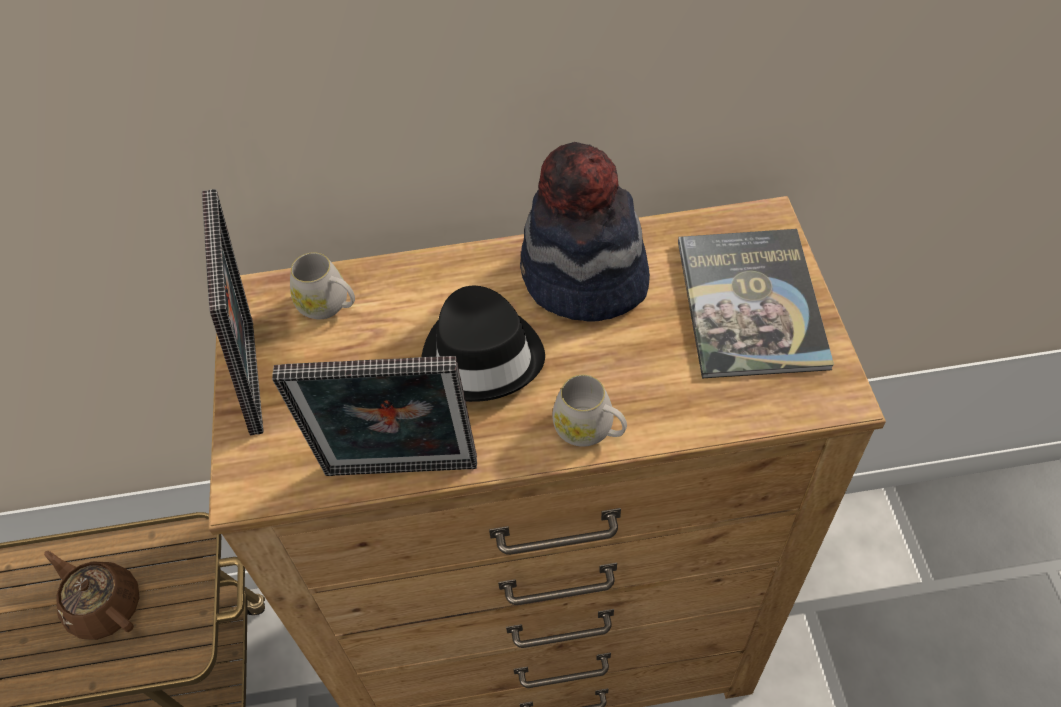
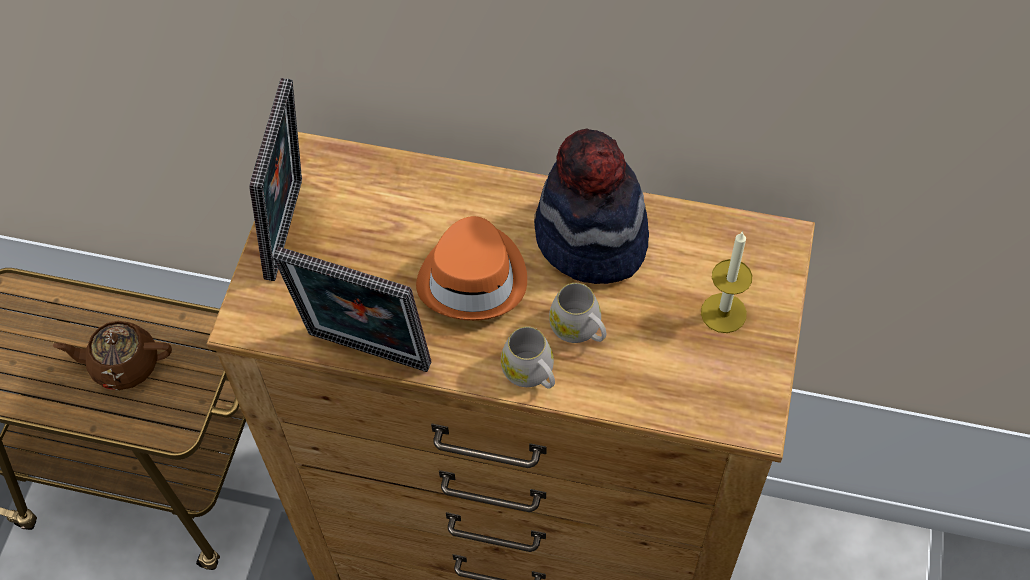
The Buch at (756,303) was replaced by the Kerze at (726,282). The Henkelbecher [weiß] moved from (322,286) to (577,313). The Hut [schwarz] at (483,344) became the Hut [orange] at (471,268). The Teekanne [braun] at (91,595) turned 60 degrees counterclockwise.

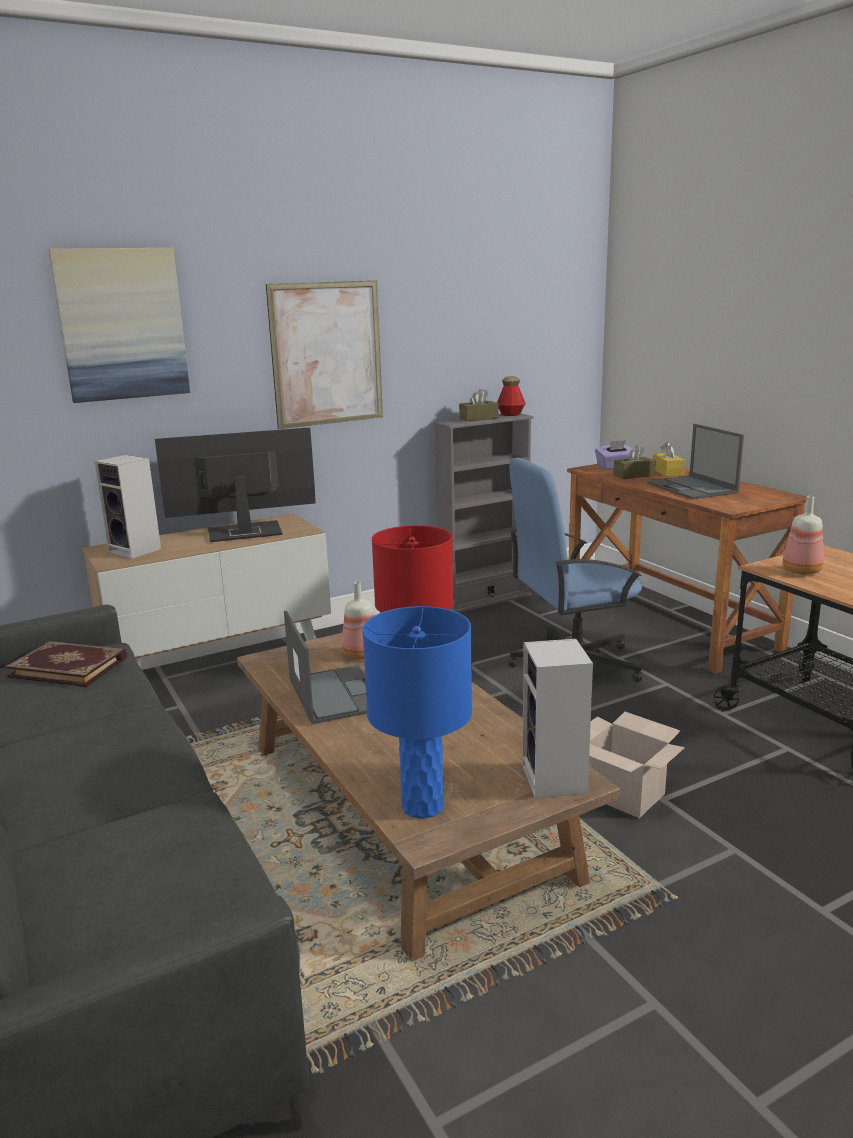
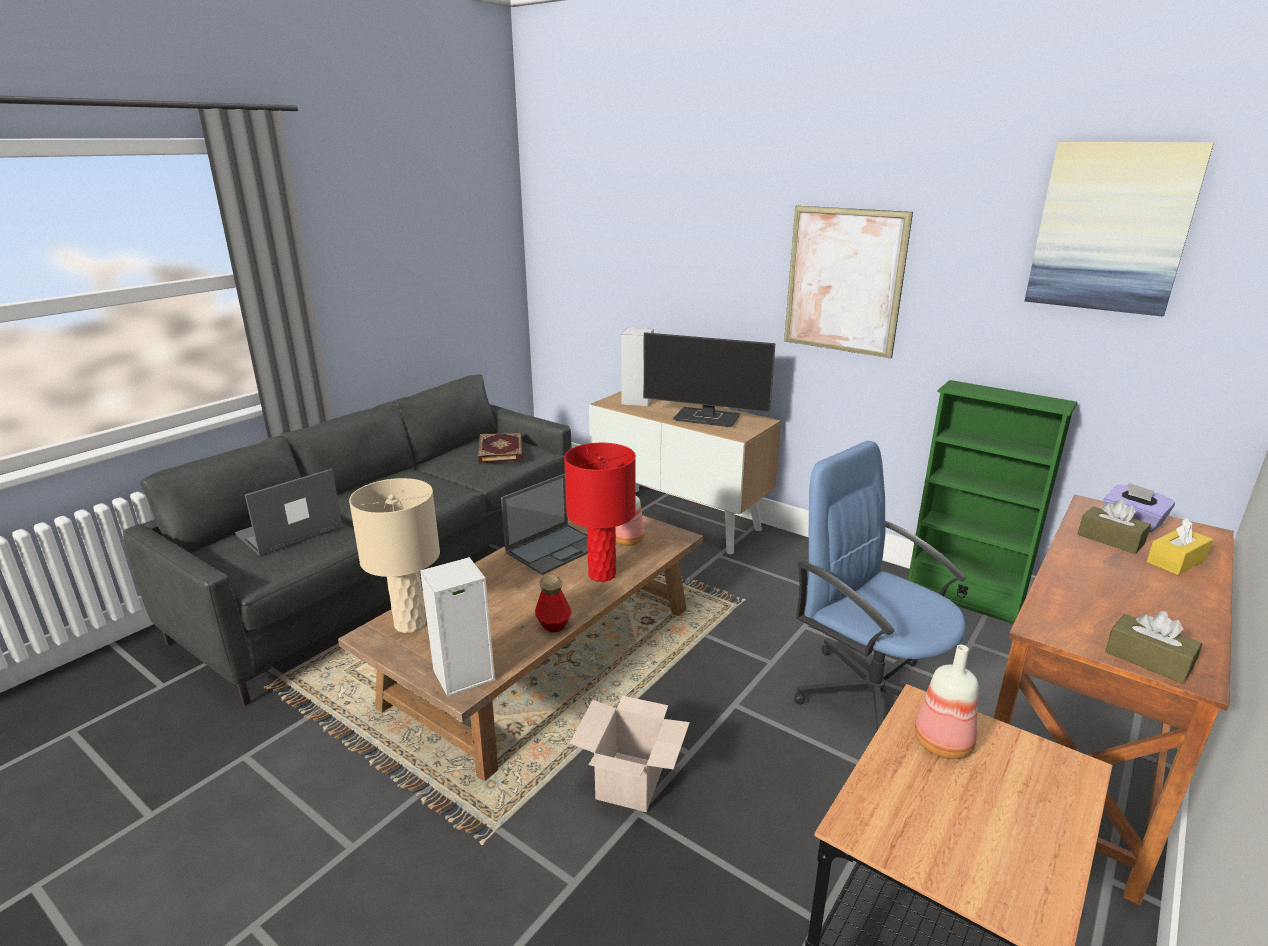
The Bild moved from (119,325) to (1119,229). The Flasche moved from (511,396) to (553,603). The Taschentuchbox [braun] moved from (478,404) to (1153,647). The Bücherregal [grau] at (483,513) became the Bücherregal [grün] at (992,502). The Laptop moved from (695,461) to (289,512). The Monitor at (235,484) turned 150 degrees clockwise. The Tischlampe [blau] at (417,712) became the Tischlampe [beige] at (394,555).

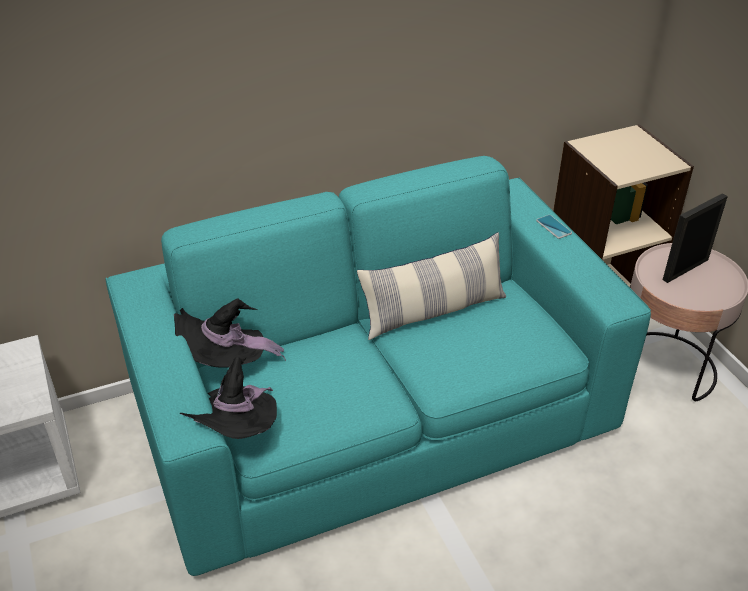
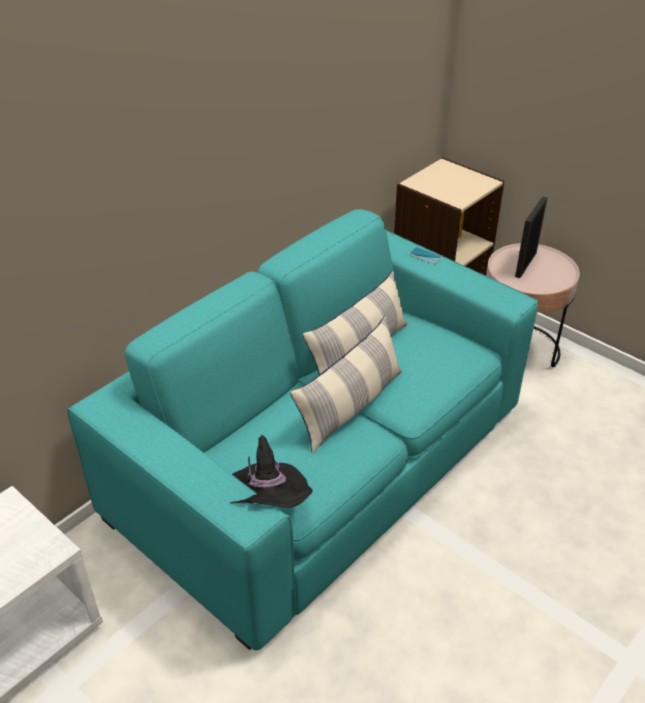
The Hut [schwarz] at (230,333) disappeared. The Kissen at (346,384) appeared.

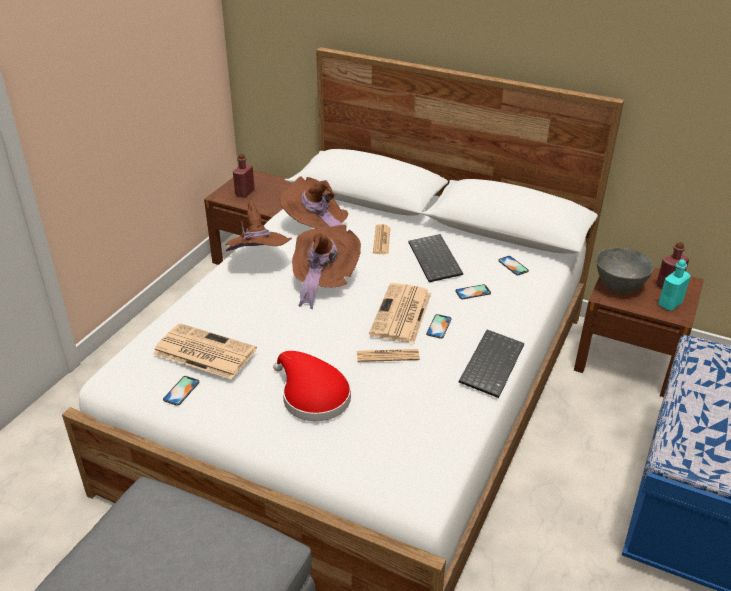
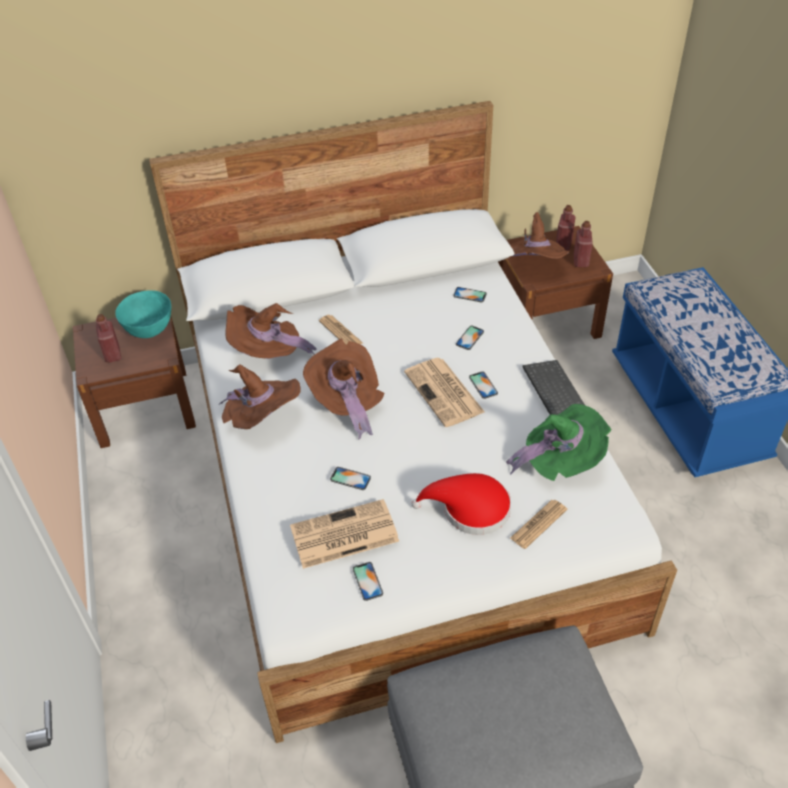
The Tastatur at (435,258) disappeared. The Schüssel [grau] at (625,270) was replaced by the Hut [braun] at (540,235). The Flasche [türkis] at (674,285) became the Flasche [rot] at (583,244). The Zeitung moved from (388,355) to (538,524). The Schüssel [türkis] at (143,314) appeared. The Hut [grün] at (559,442) appeared. The Handy at (350,478) appeared.

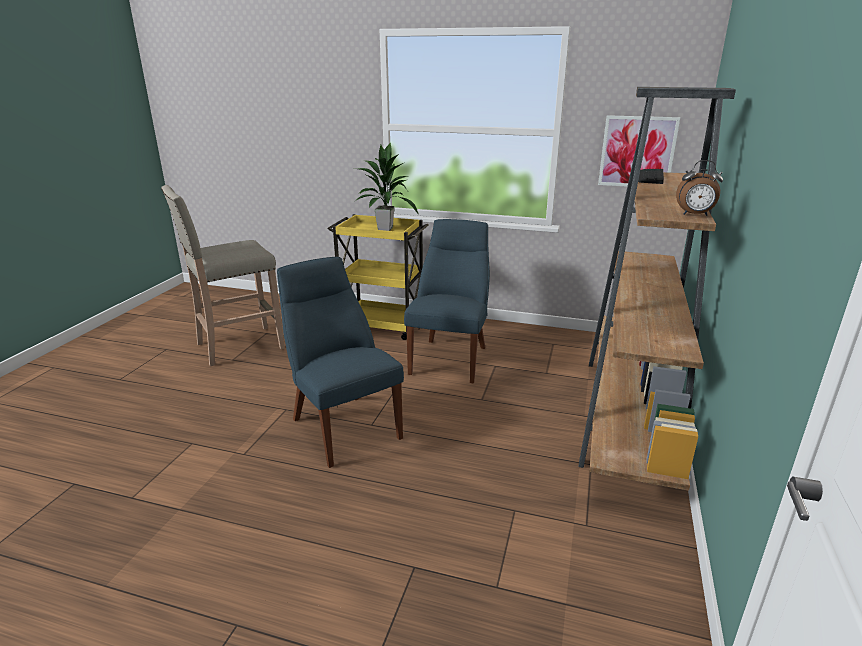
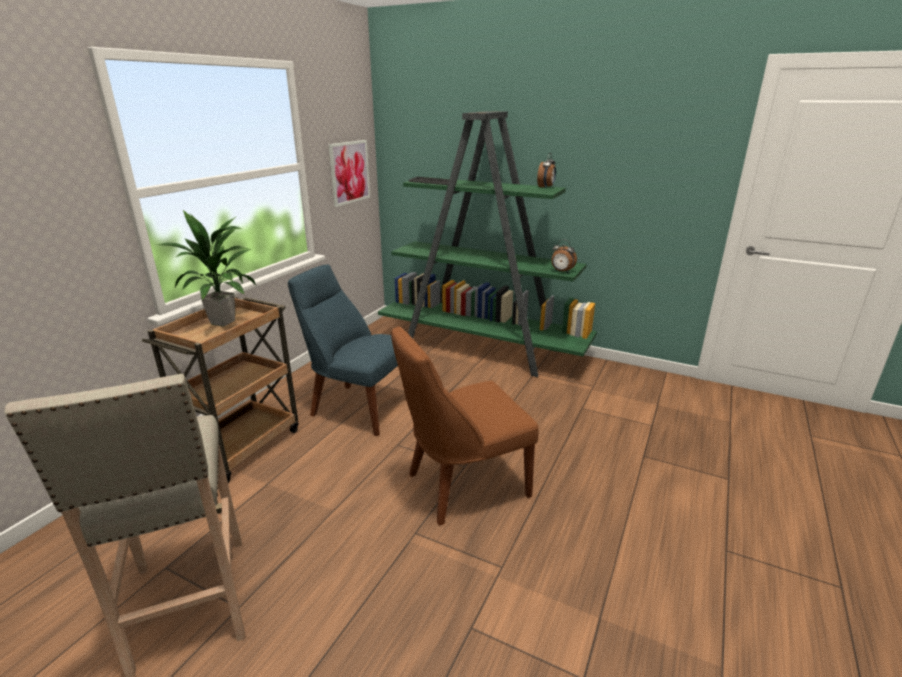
The Bücherregal [braun] at (657,289) became the Bücherregal [grün] at (487,244). The Rollwagen [gelb] at (378,277) became the Rollwagen [braun] at (220,389). The Stuhl [blau] at (340,362) became the Stuhl [braun] at (465,426). The Wecker at (564,256) appeared.

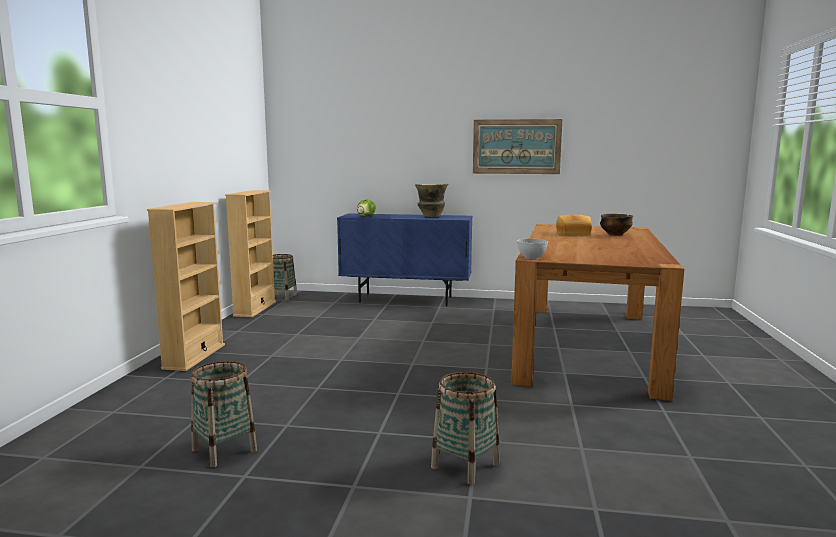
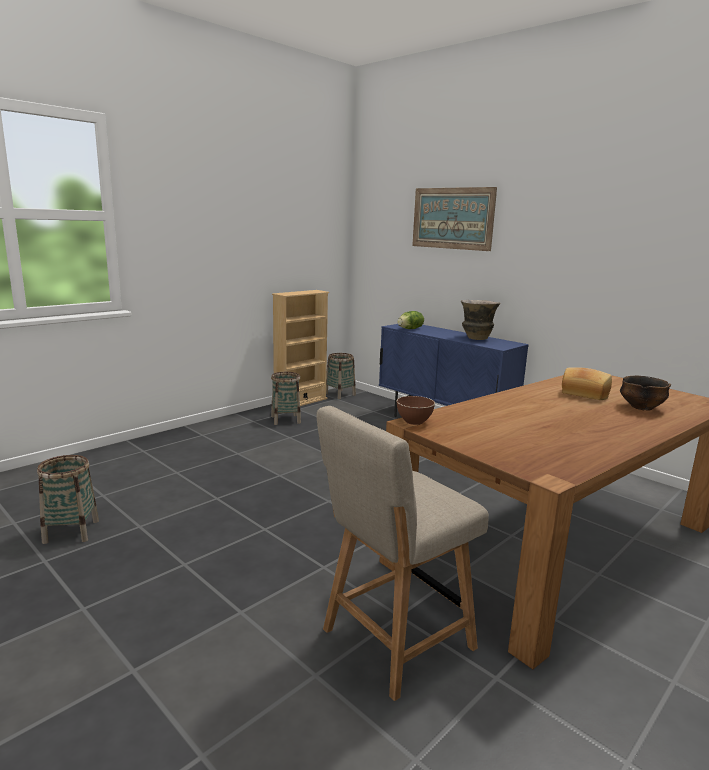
The Bild moved from (518,146) to (454,219). The Bücherregal [beige] at (186,286) disappeared. The Schüssel [grau] at (532,249) became the Schüssel [braun] at (415,410). The Korb moved from (465,428) to (286,398). The Stuhl [beige] at (402,553) appeared.

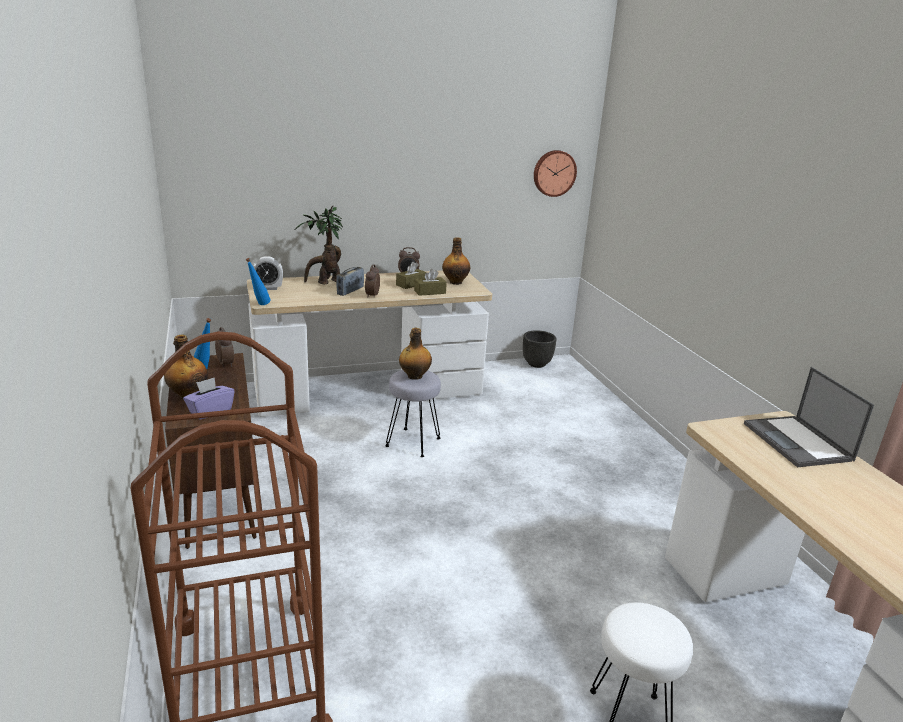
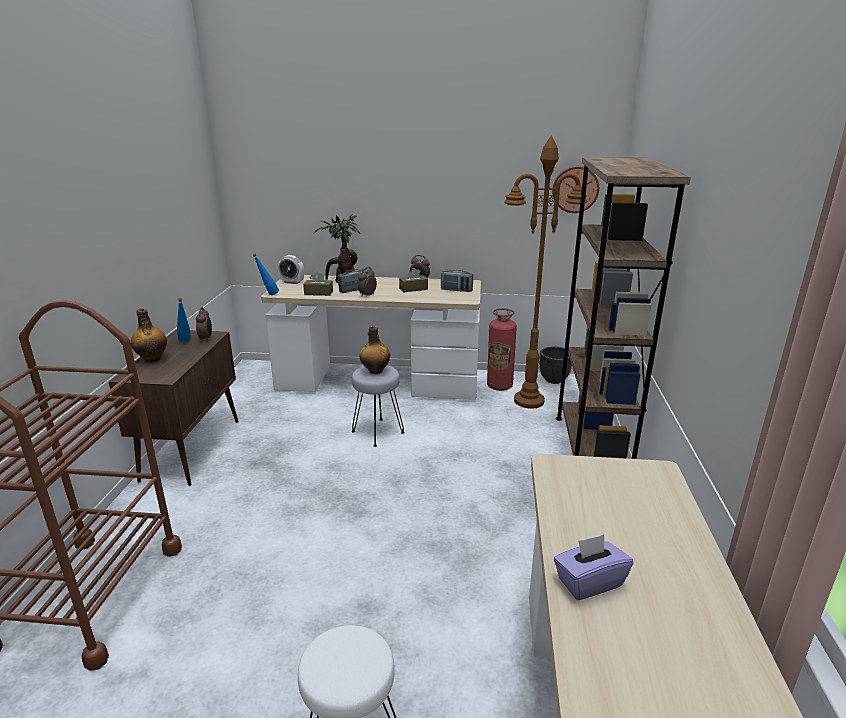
The Flasche at (456,261) was replaced by the Radio at (457,281). The Taschentuchbox [braun] moved from (430,282) to (318,284). The Laptop at (809,417) disappeared. The Taschentuchbox [lila] moved from (209,399) to (593,567). The Stehlampe [braun] at (545,272) appeared. The Bücherregal [braun] at (623,308) appeared. The Feuerlöscher at (502,349) appeared.

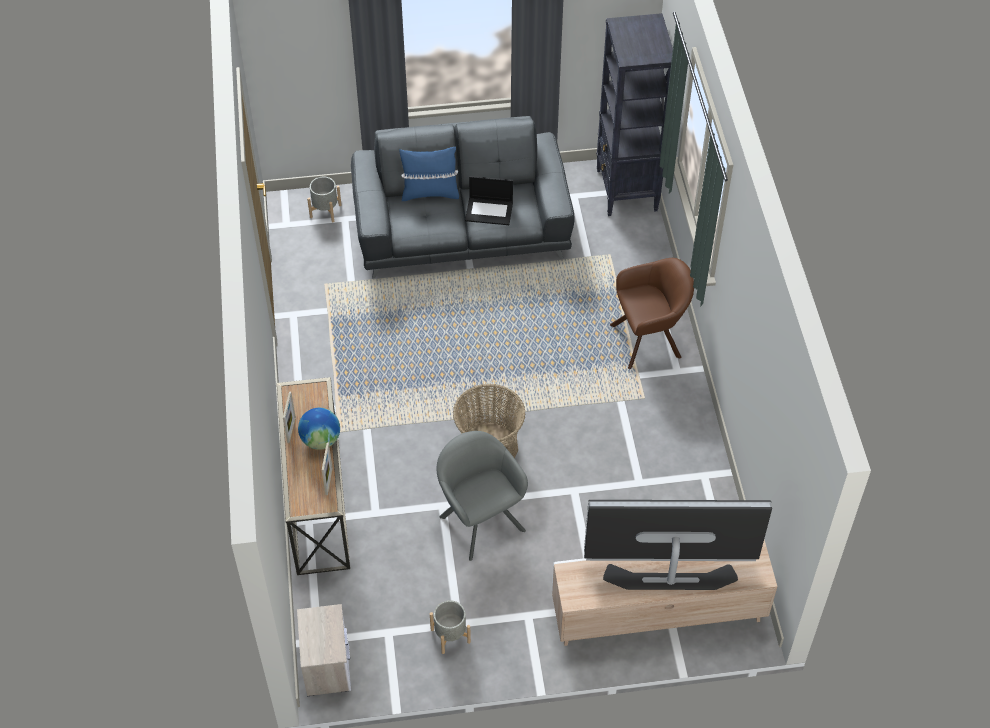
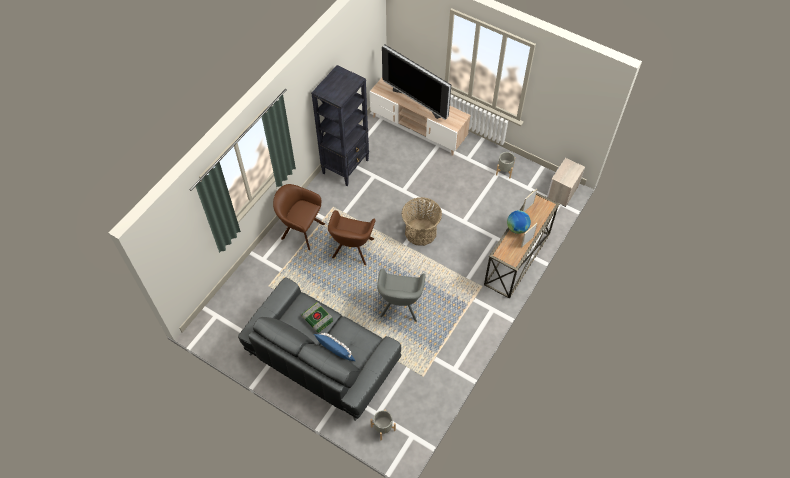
The Bücherregal [schwarz] moved from (634,114) to (340,125). The Laptop at (489,200) was replaced by the Buch at (317,317). The Sessel [grau] moved from (482,496) to (401,295). The Sessel [braun] at (352,237) appeared.

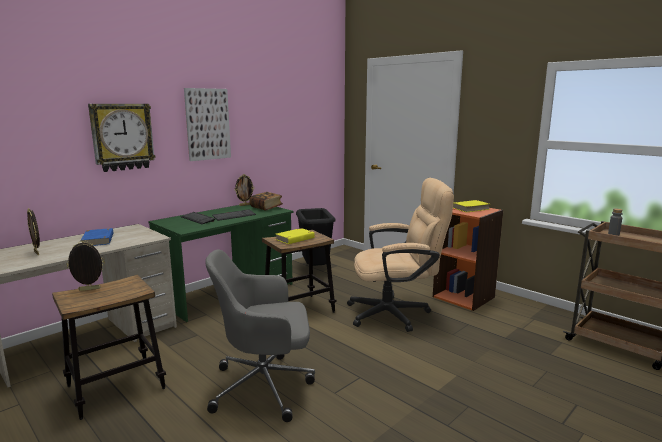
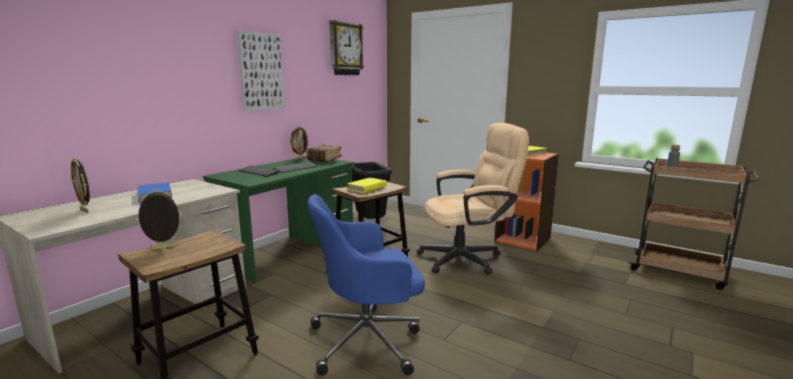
The Wanduhr moved from (122,138) to (346,47). The Bürostuhl [grau] at (260,335) became the Bürostuhl [blau] at (366,285).

